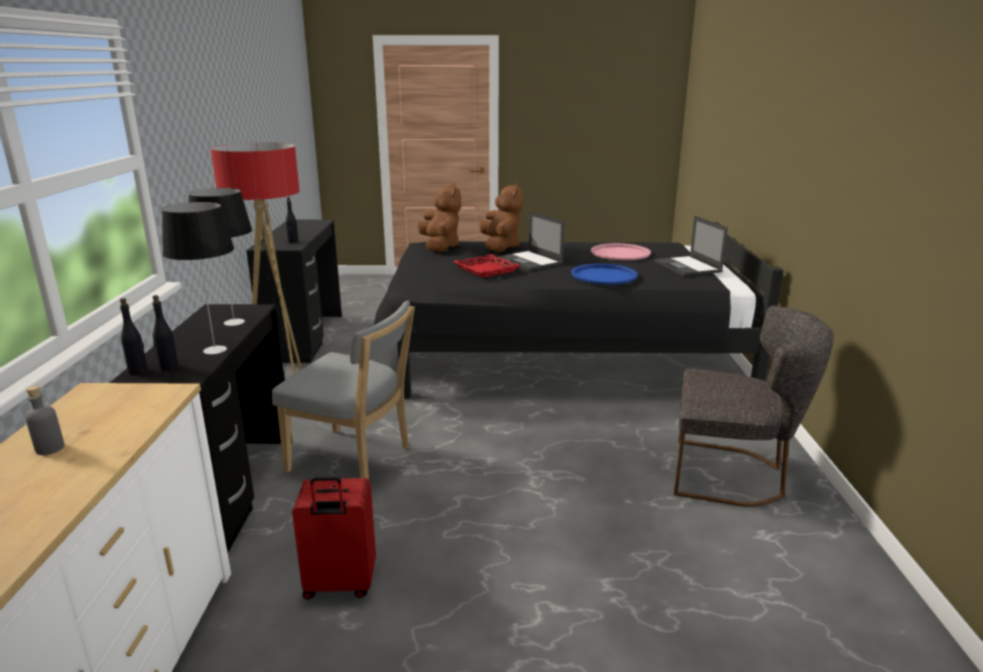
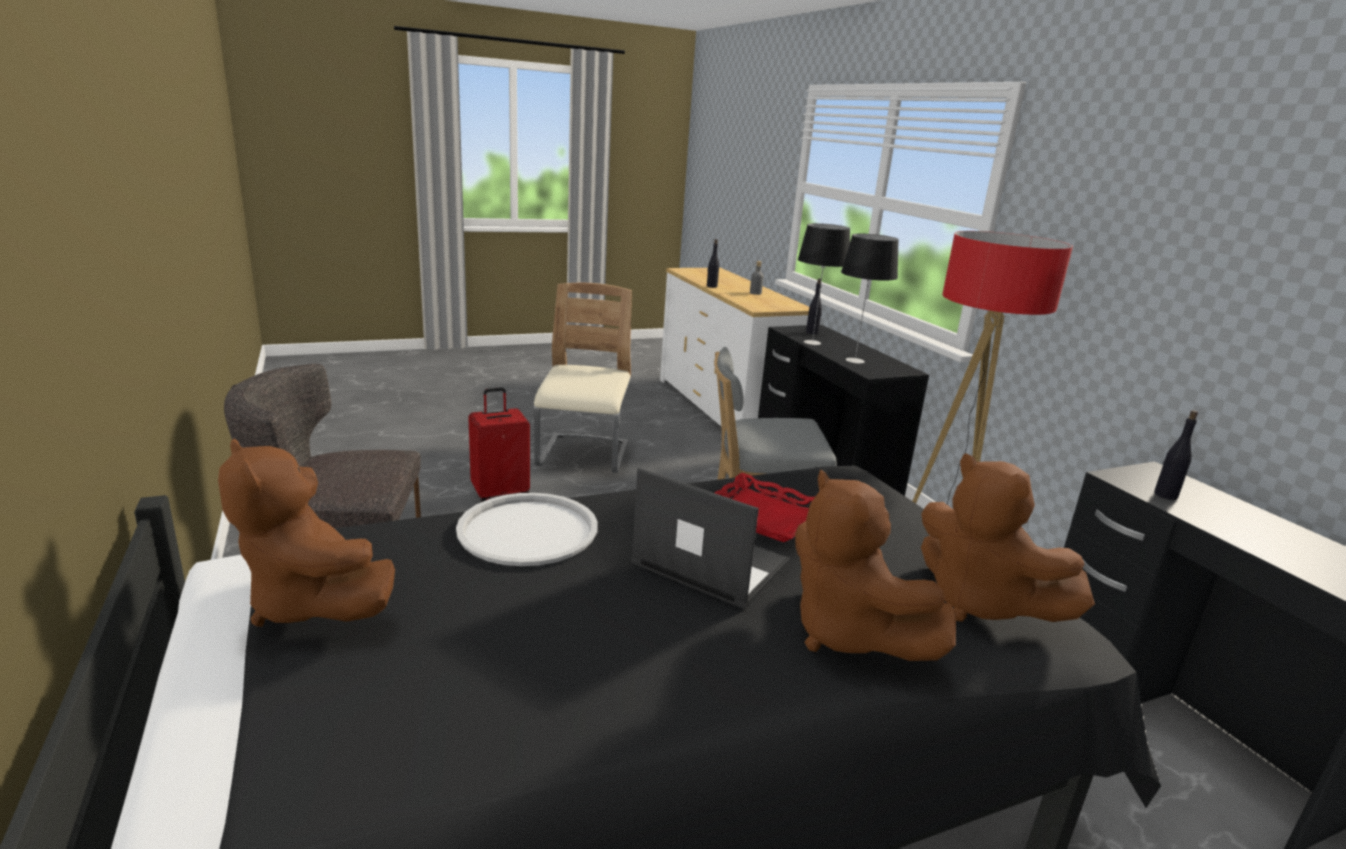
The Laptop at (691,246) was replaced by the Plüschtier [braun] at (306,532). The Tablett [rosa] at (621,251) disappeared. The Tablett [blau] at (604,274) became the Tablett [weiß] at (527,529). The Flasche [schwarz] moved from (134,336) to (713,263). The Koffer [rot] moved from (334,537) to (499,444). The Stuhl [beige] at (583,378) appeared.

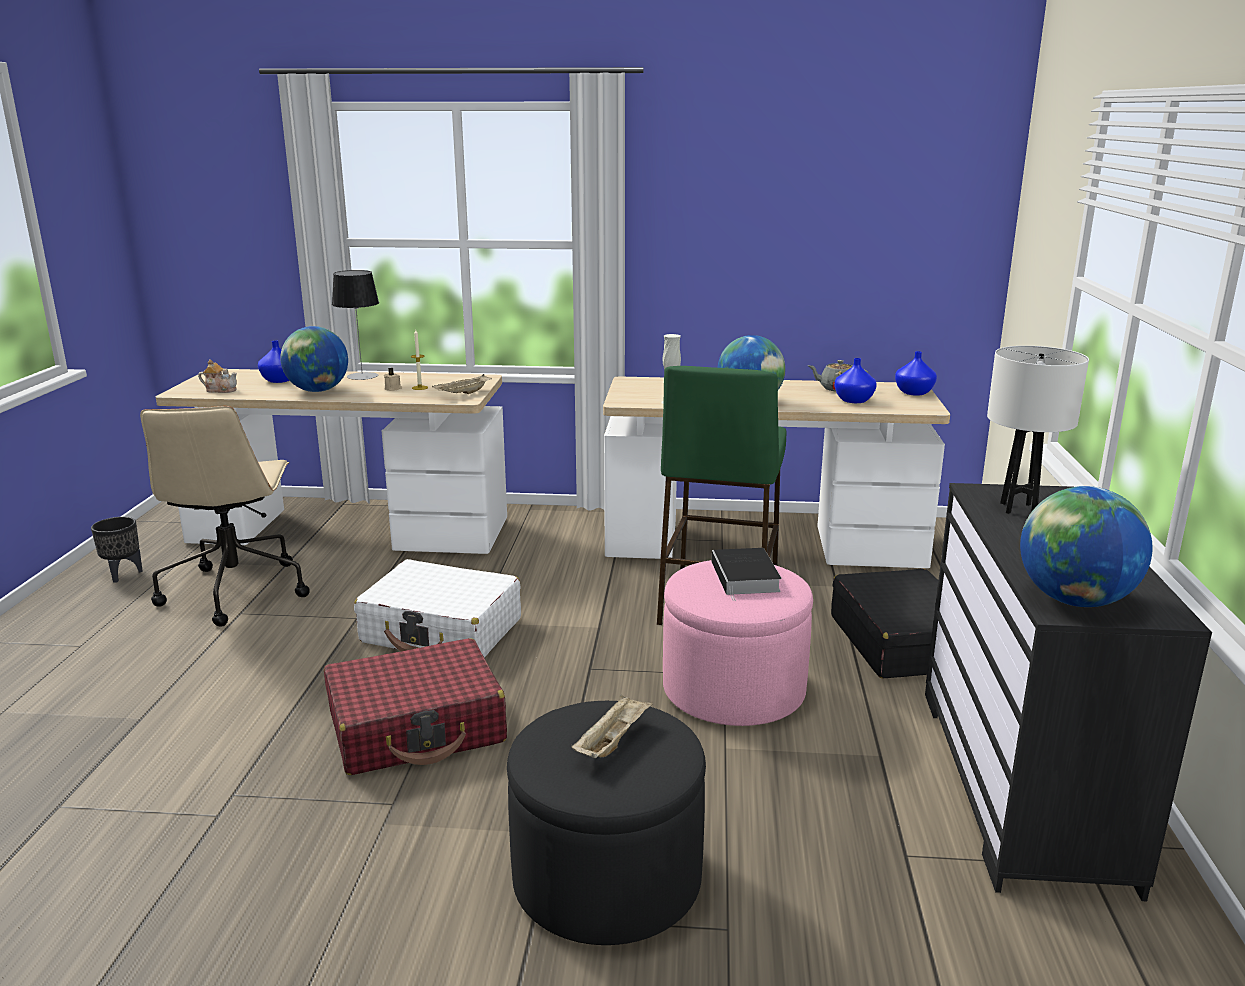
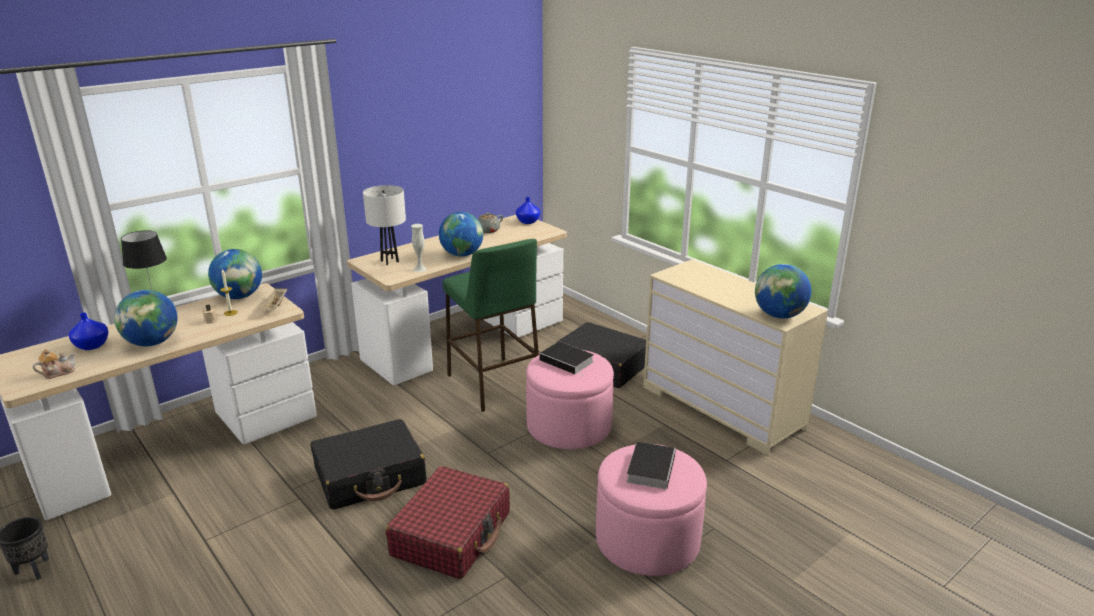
The Tischlampe [weiß] moved from (1038,430) to (384,225). The Vase [blau] at (856,380) disappeared. The Bürostuhl [beige] at (225,516) disappeared. The Kommode [schwarz] at (1068,692) became the Kommode [beige] at (735,357). The Koffer [weiß] at (437,608) became the Koffer [schwarz] at (368,464). The Tablett [beige] at (612,726) was replaced by the Buch at (651,466). The Polsterhocker [schwarz] at (606,823) became the Polsterhocker [rosa] at (651,510). The Globus at (235,274) appeared.

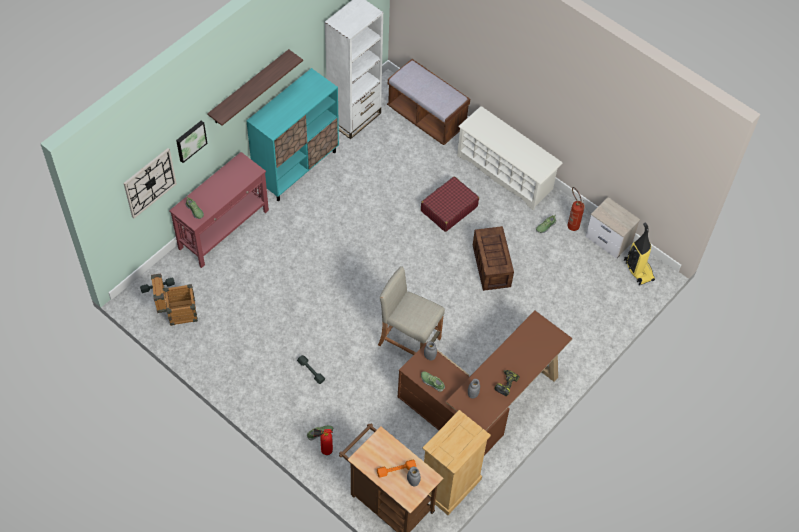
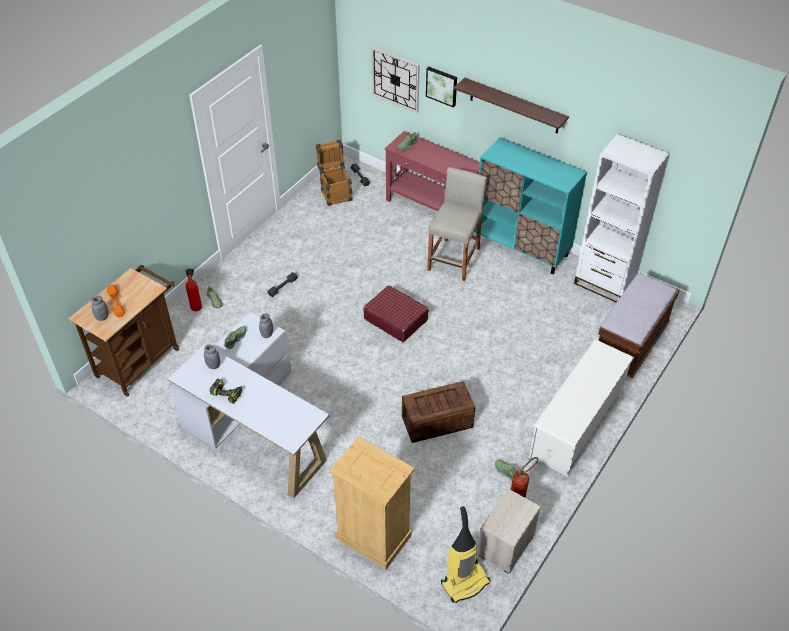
The Koffer [rot] moved from (450,204) to (396,313). The Hocker [beige] moved from (411,310) to (457,224). The Schreibtisch [braun] at (485,383) became the Schreibtisch [weiß] at (248,405). The Kommode [beige] moved from (457,462) to (372,503).

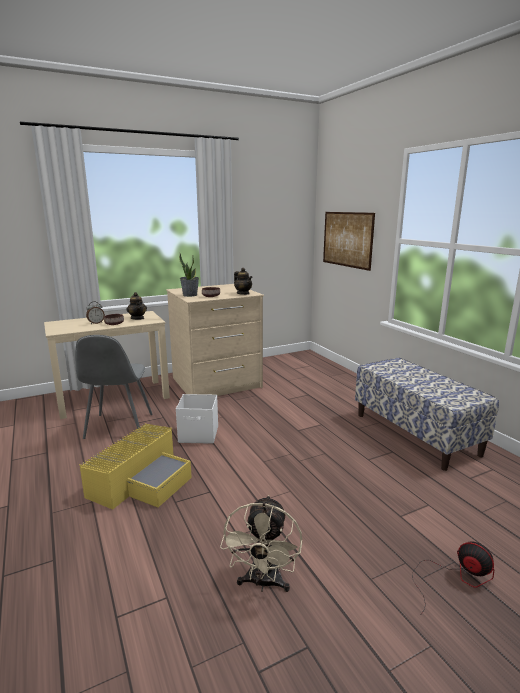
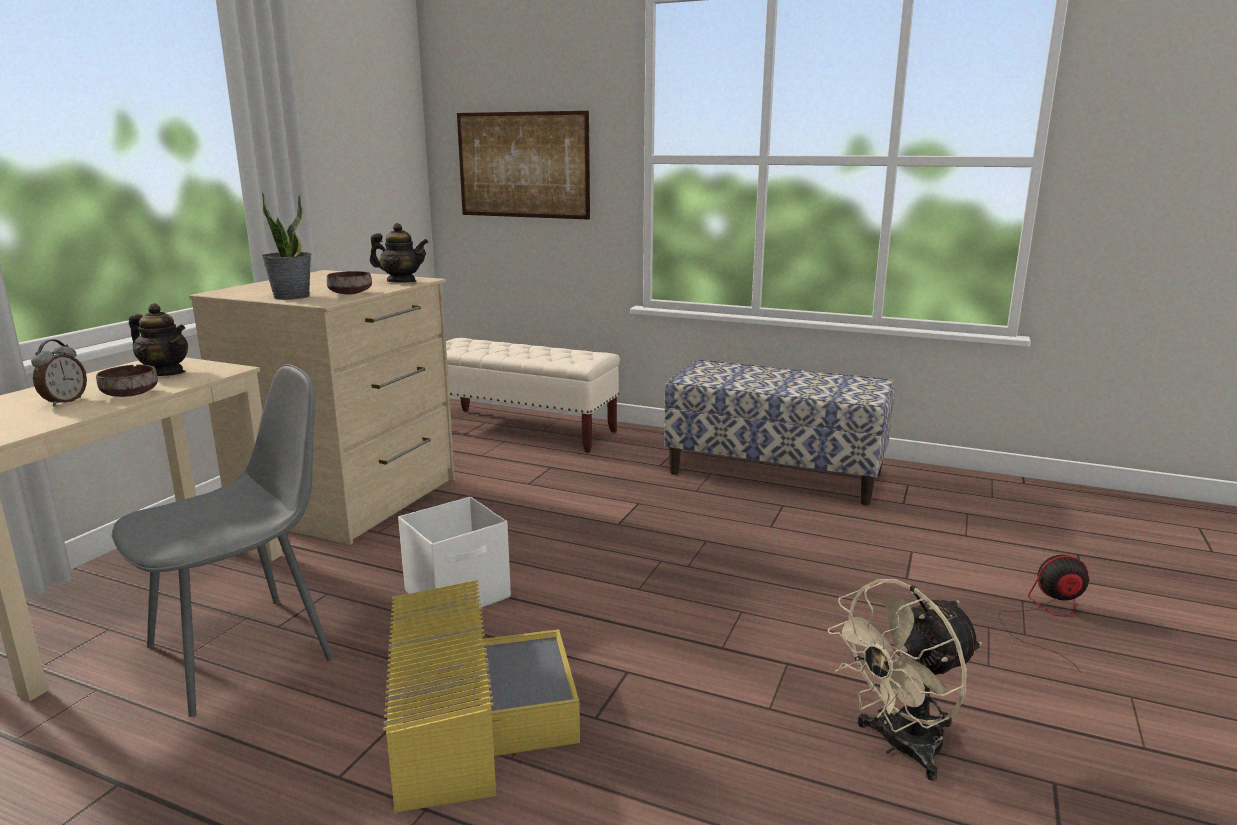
The Stuhl [grau] at (114,387) turned 90 degrees counterclockwise. The Ventilator [beige] at (261,543) turned 90 degrees clockwise. The Bank [beige] at (533,395) appeared.

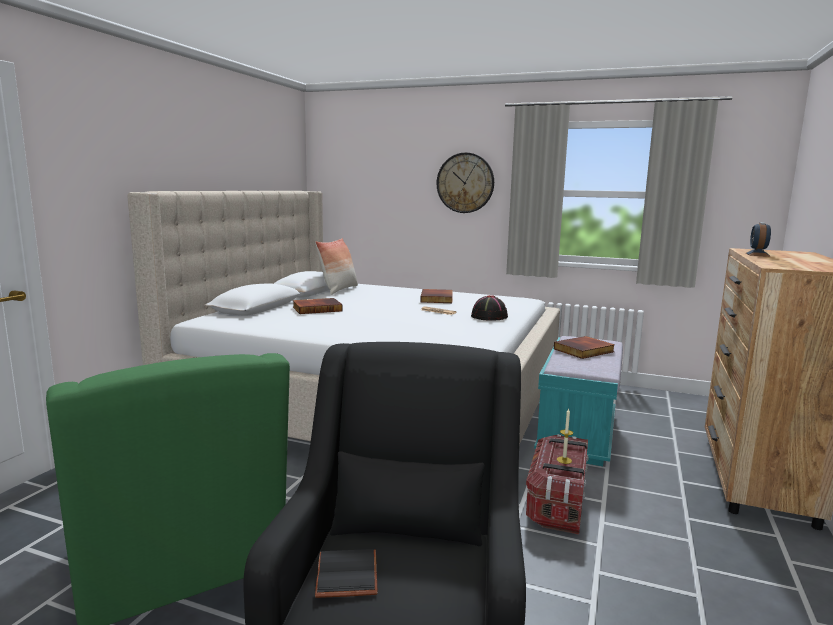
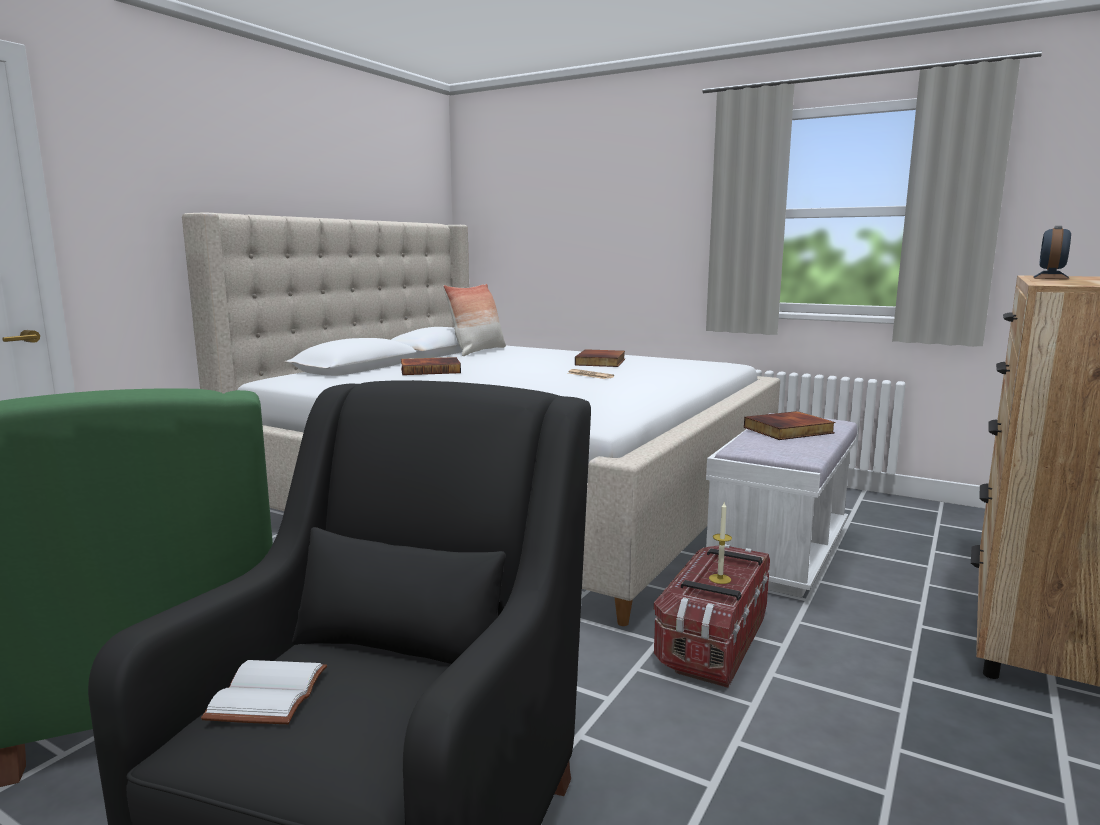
The Wanduhr at (465,182) disappeared. The Hut [schwarz] at (489,308) disappeared. The Bank [türkis] at (578,401) became the Bank [weiß] at (781,505). The Buch [schwarz] at (346,573) became the Buch [weiß] at (264,692).

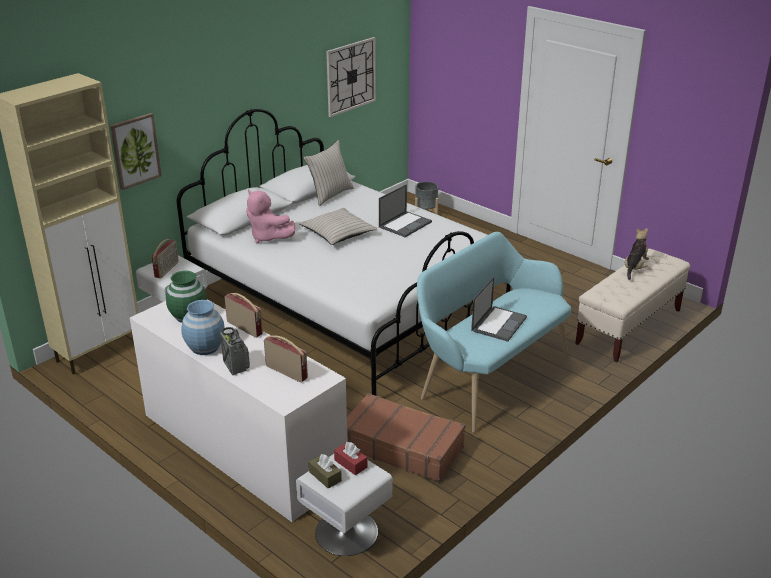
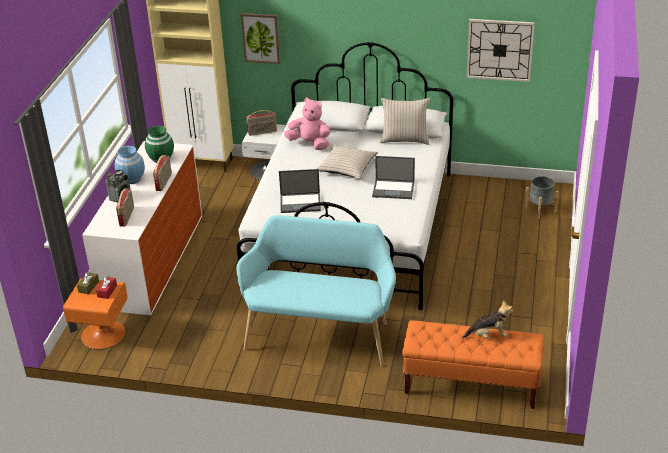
The Plüschtier [rosa] at (270,217) turned 105 degrees clockwise. The Bank [beige] at (632,305) became the Bank [orange] at (473,364). The Laptop moved from (499,309) to (300,191). The Koffer [braun] at (406,437) disappeared. The Nachttisch [weiß] at (344,505) became the Nachttisch [orange] at (95,313).

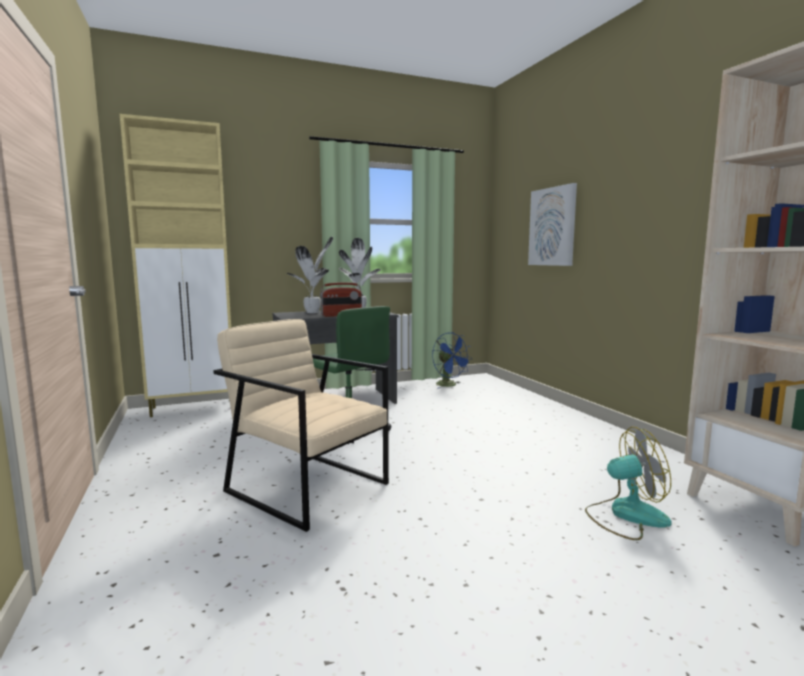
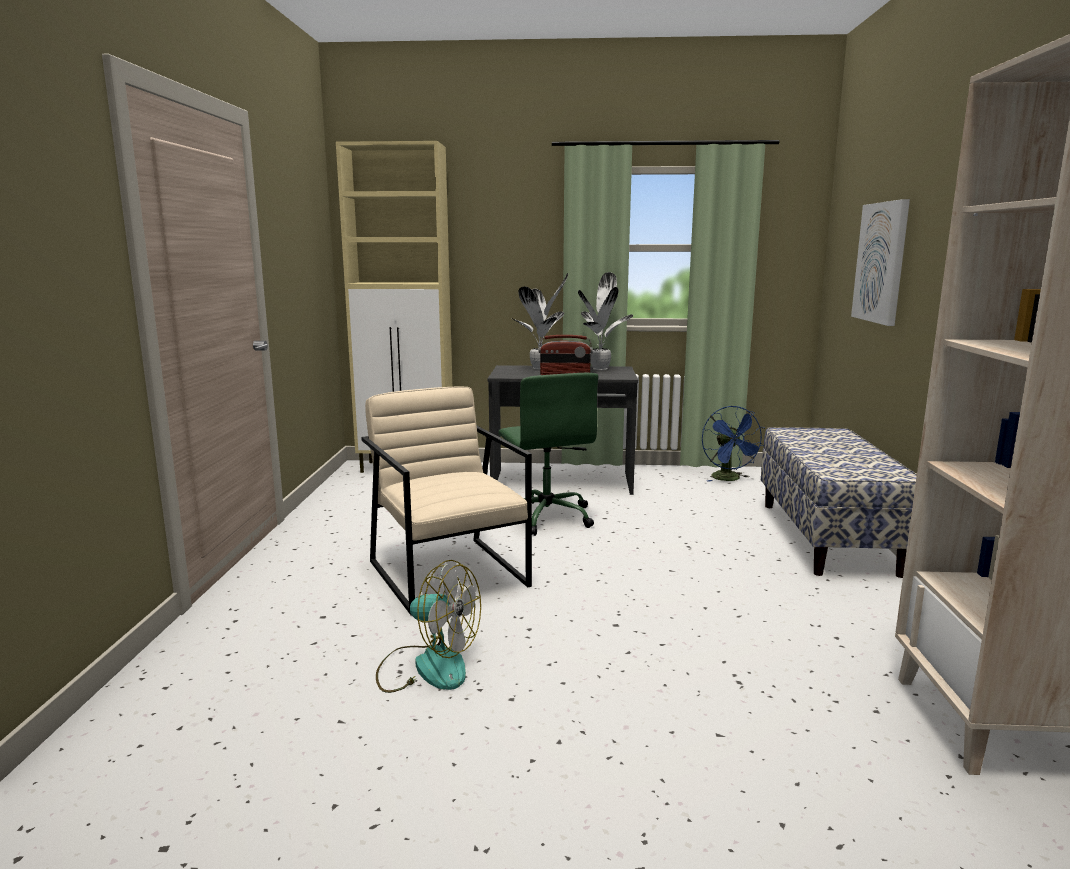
The Ventilator moved from (628,483) to (428,626). The Bank at (839,502) appeared.

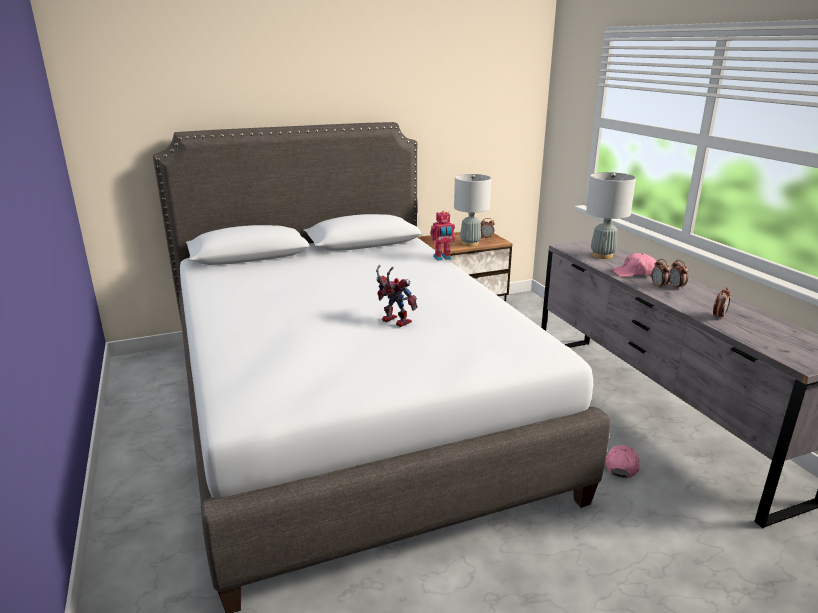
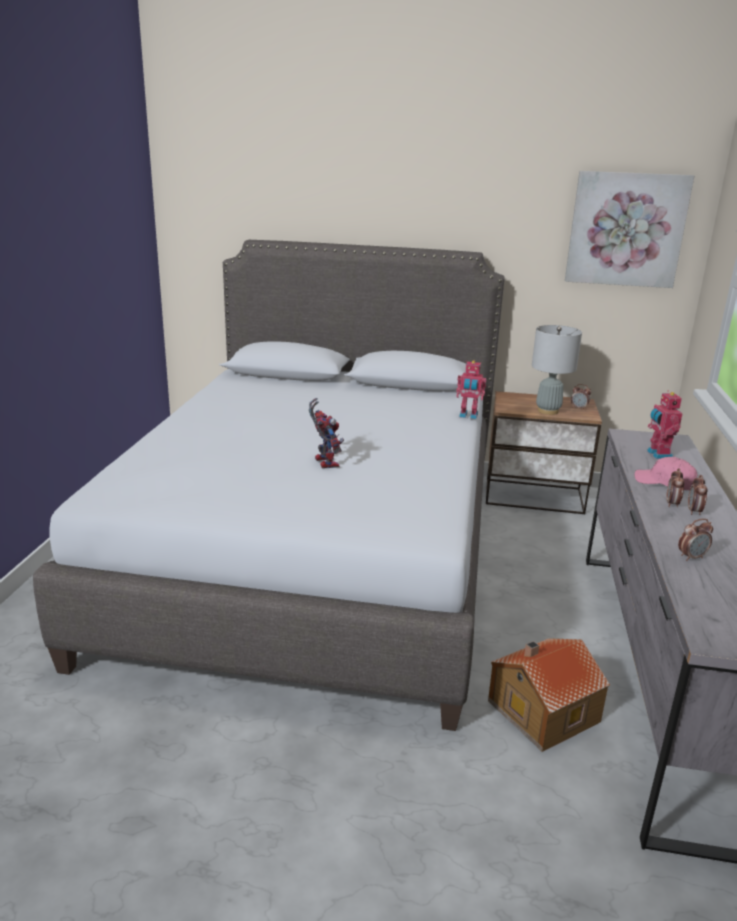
The Tischlampe [grau] at (611,215) was replaced by the Spielzeugroboter at (665,424). The Kappe [rosa] at (622,461) was replaced by the Spielzeughaus at (549,695). The Bild at (629,229) appeared.

